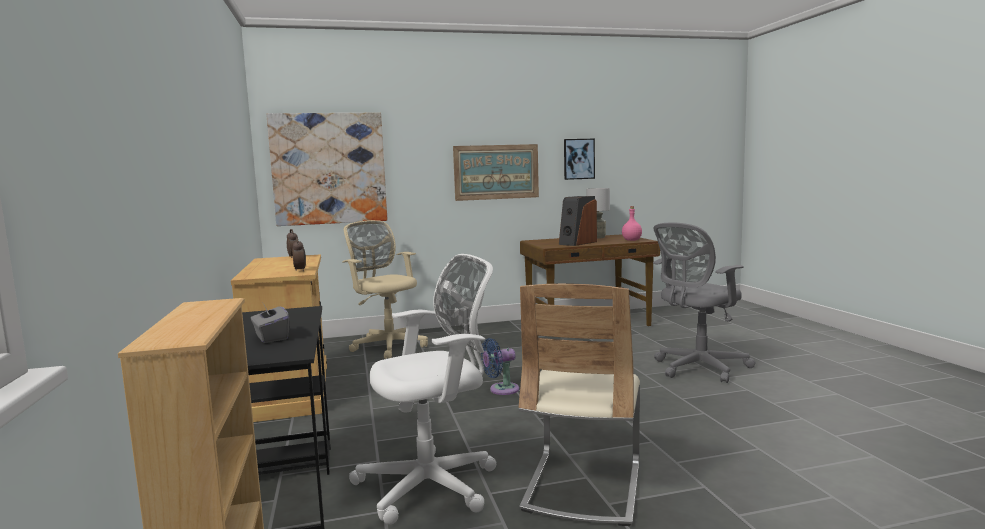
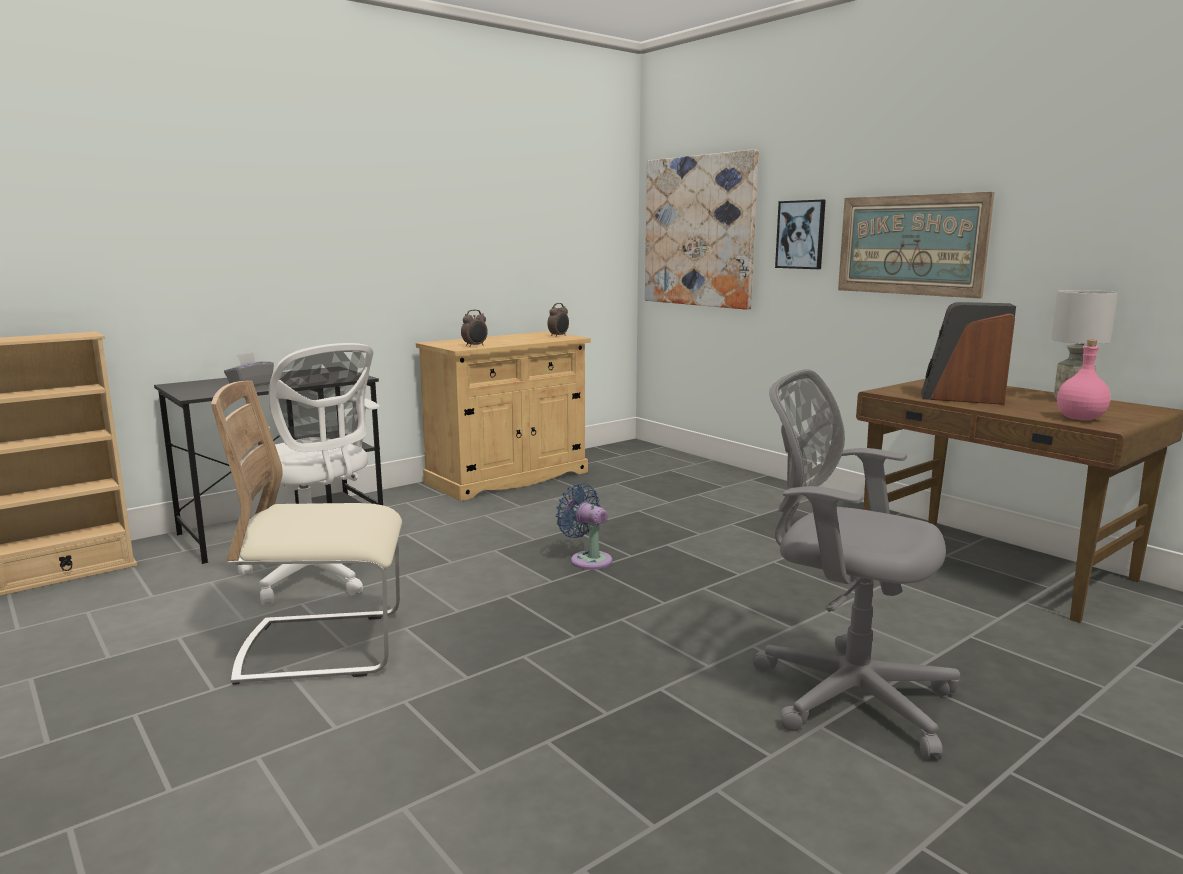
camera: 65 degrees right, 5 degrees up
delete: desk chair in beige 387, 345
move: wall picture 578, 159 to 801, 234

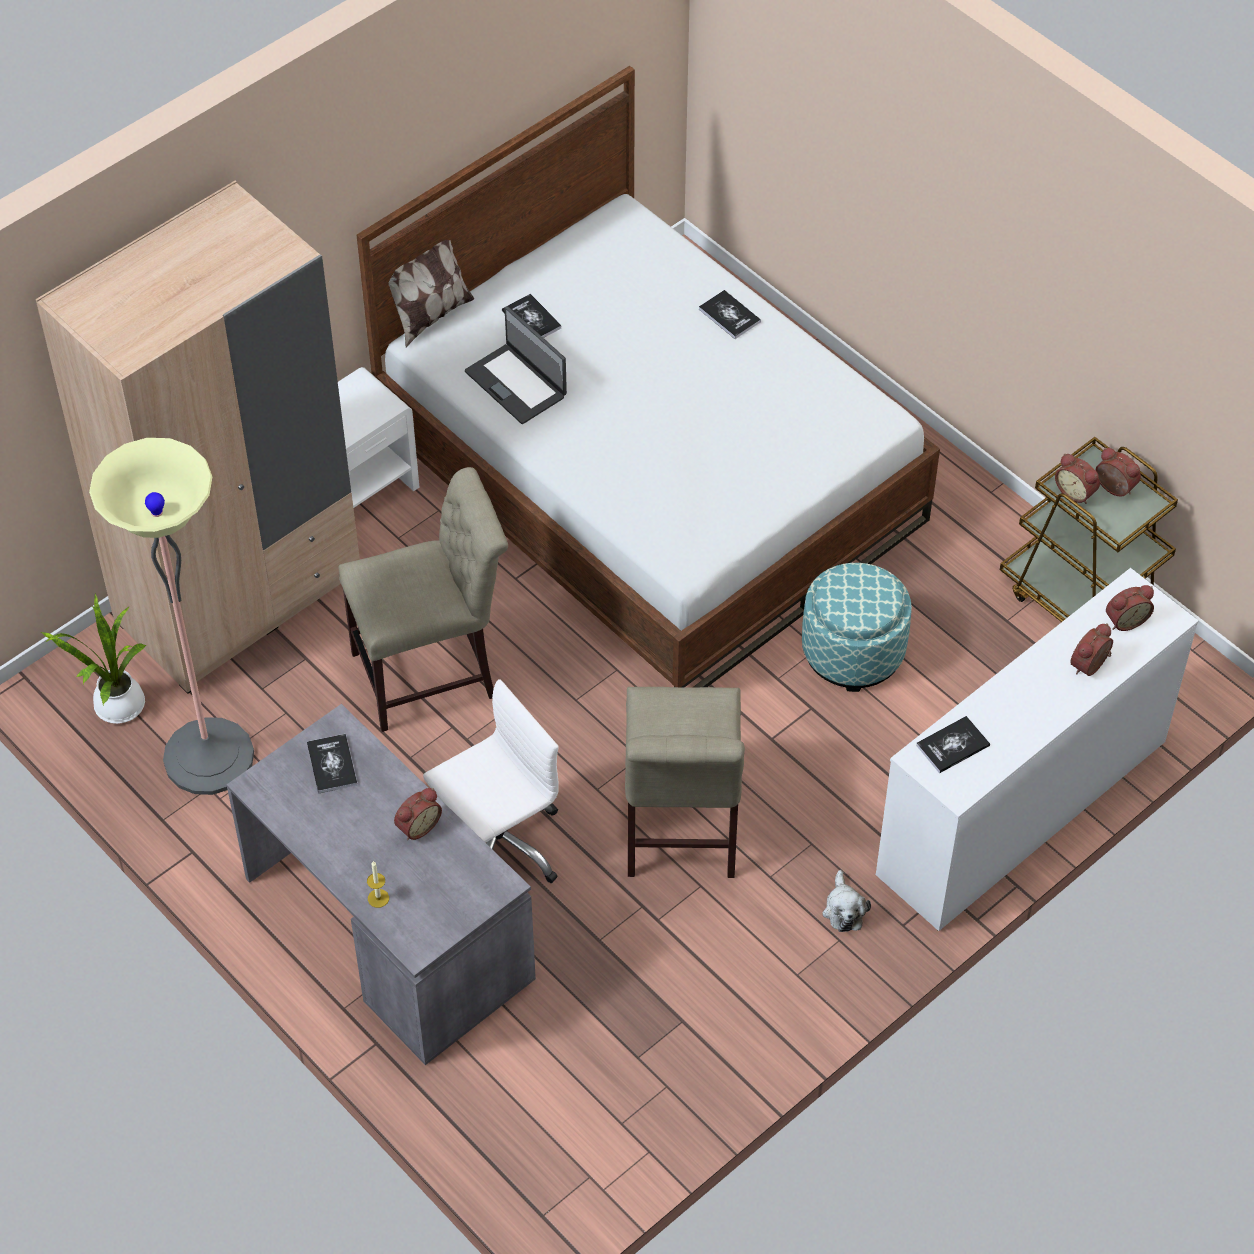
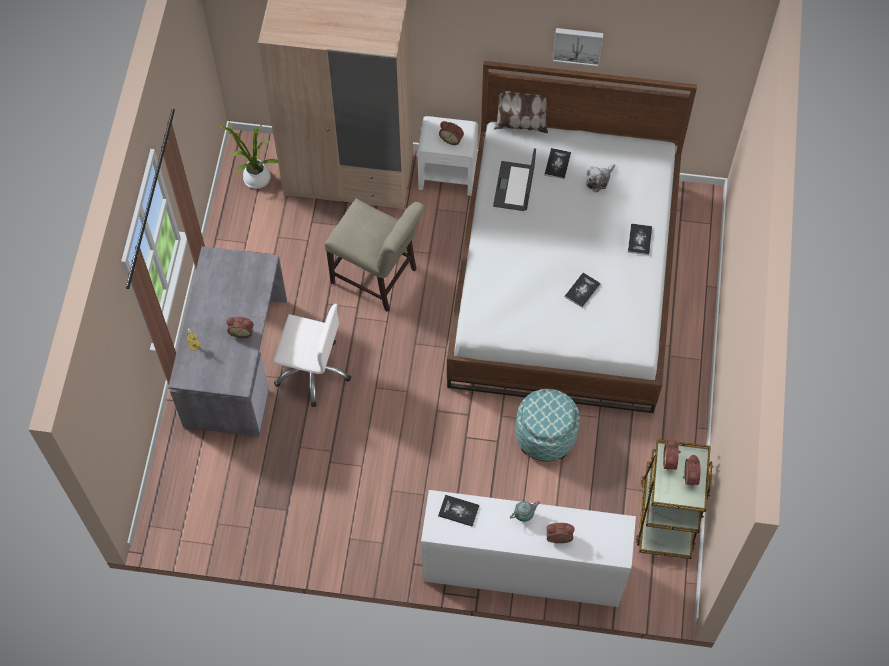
camera: 50 degrees right, 10 degrees up
delete: floor lamp 209, 757; plain chair in beige 679, 833
insert: wall picture 578, 45; teapot 524, 515
move: bedside clock 1125, 619 to 452, 138; bound book 332, 764 to 582, 290; plush toy 844, 909 to 599, 180

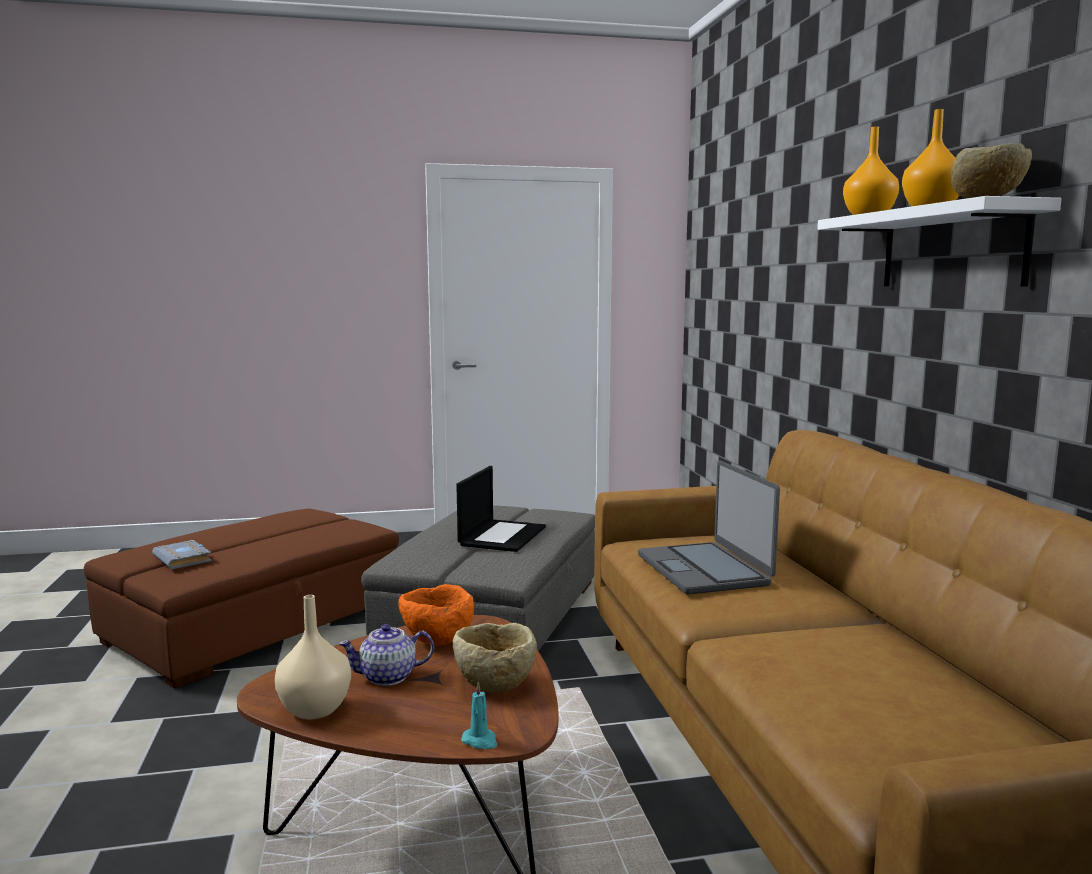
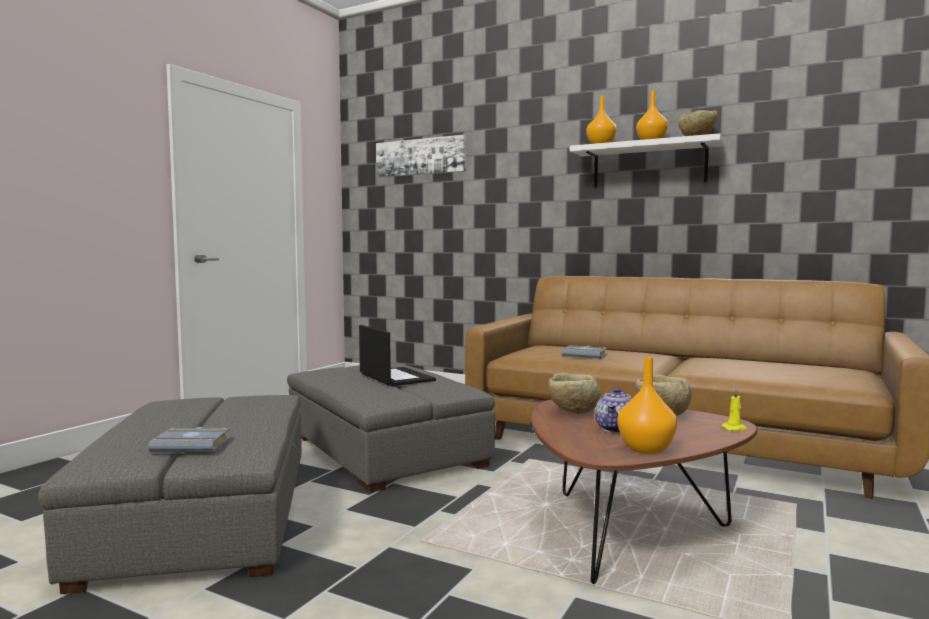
camera: 50 degrees left, 5 degrees down
insert: wall picture 420, 157
replace: portable computer 704, 570 to bound book in greyish 585, 355
recolor: pouffe in brown 255, 622 to pouffe in greyish 203, 516; deep dish in orange 436, 640 to deep dish in beige 573, 413; vase in beige 314, 710 to vase in orange 647, 449; candle in blue-green 480, 741 to candle in yellow 735, 429

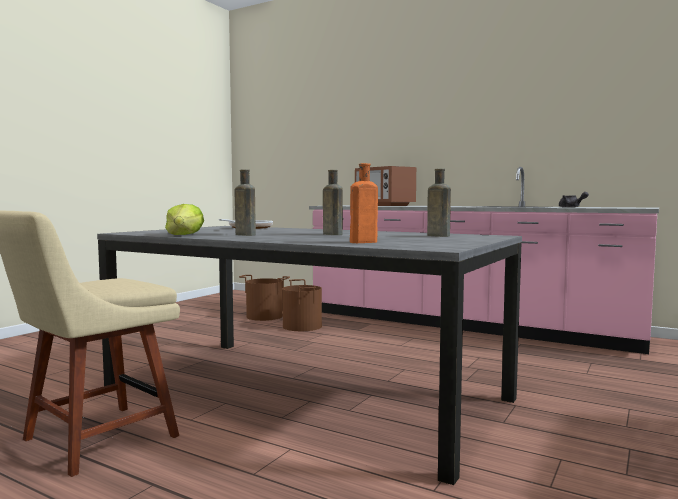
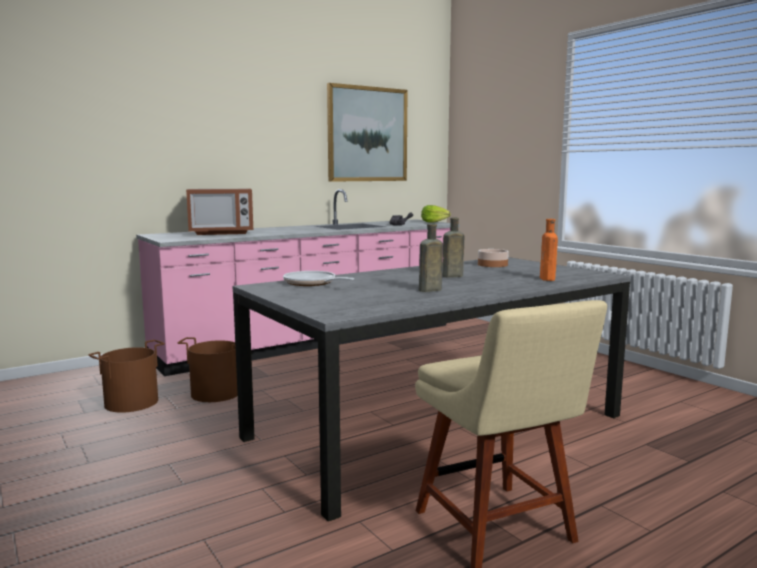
camera: 65 degrees left, 5 degrees up
insert: wall picture 367, 134
move: lettuce head 184, 235 to 434, 222
replace: beverage bottle in brown 436, 235 to deep dish 493, 265

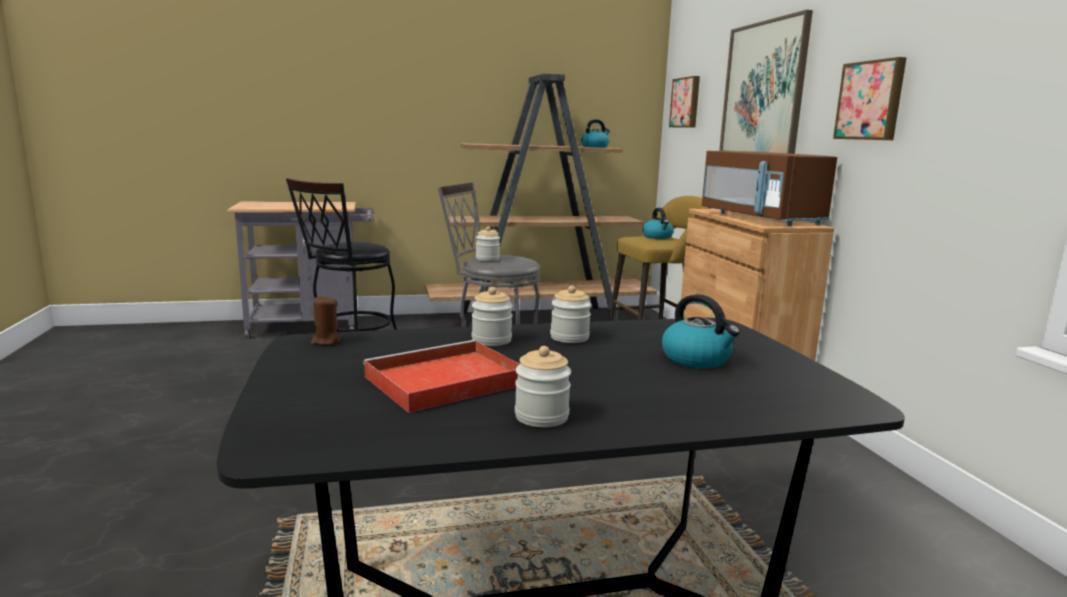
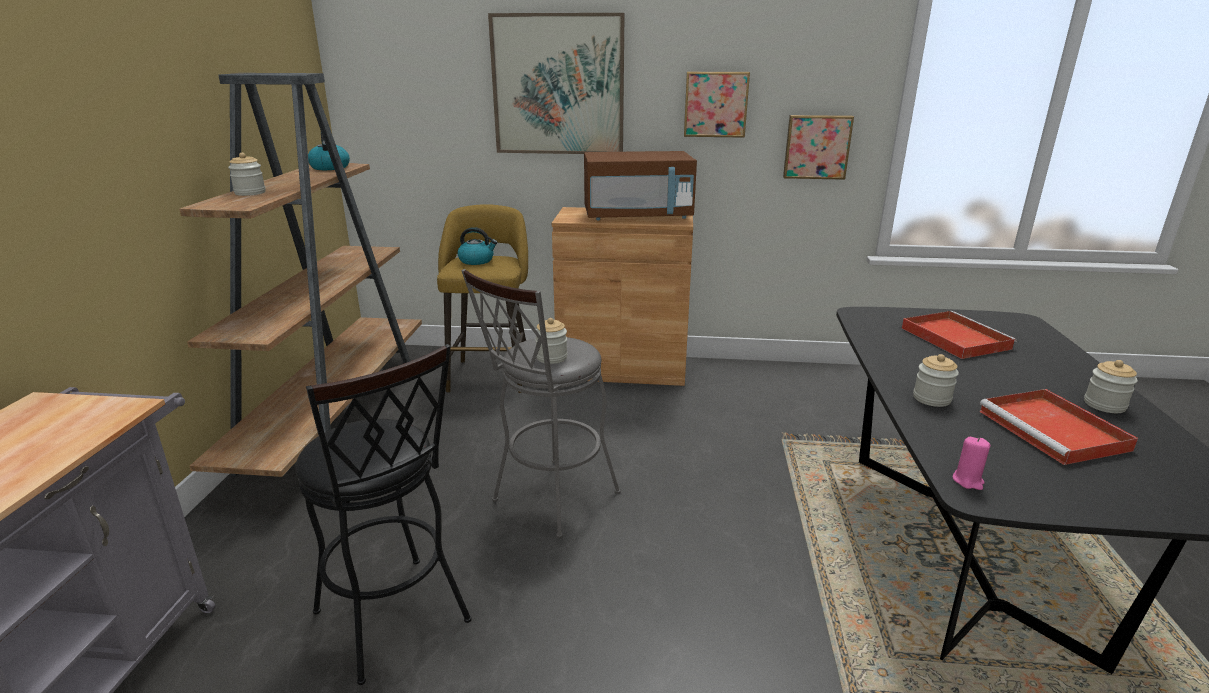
camera: 70 degrees left, 10 degrees up
move: wall picture 686, 102 to 816, 147; jar 569, 337 to 250, 193
replace: water kettle 697, 359 to serving tray in red 953, 337
recolor: candle in brown 326, 341 to candle in pinkish 968, 481

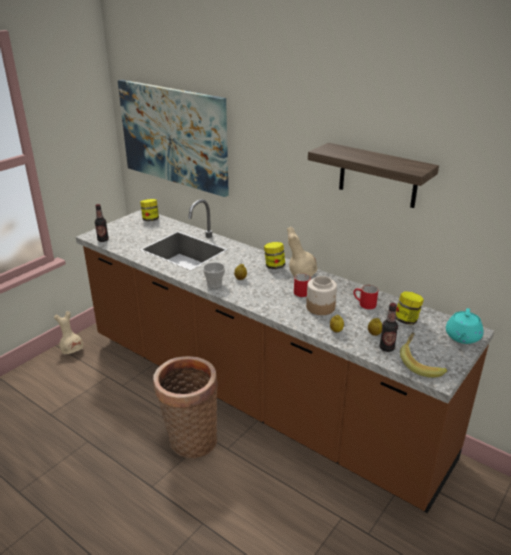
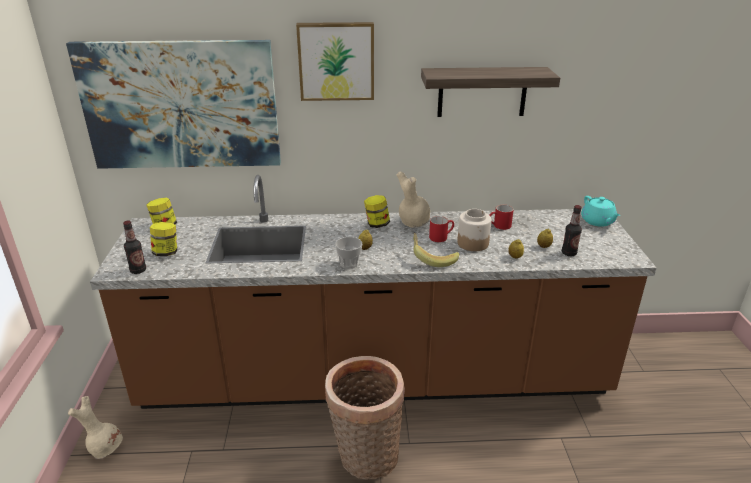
camera: 40 degrees left, 0 degrees up
insert: wall picture 336, 61
move: jar 406, 320 to 166, 252; whole banana 421, 364 to 433, 258

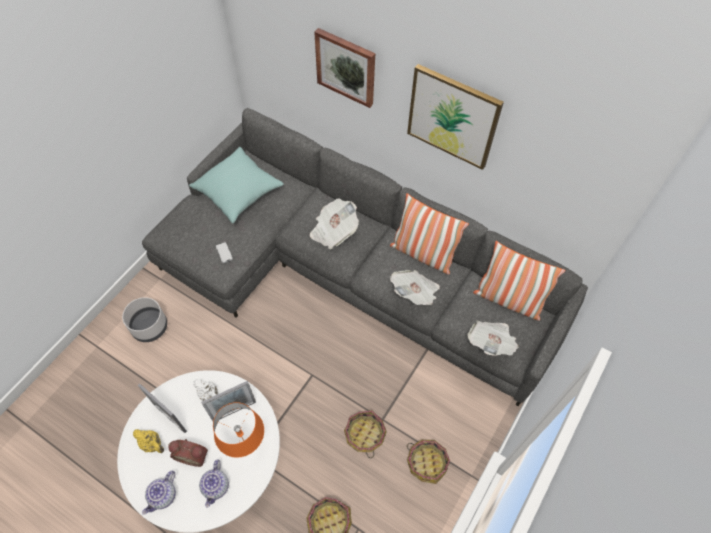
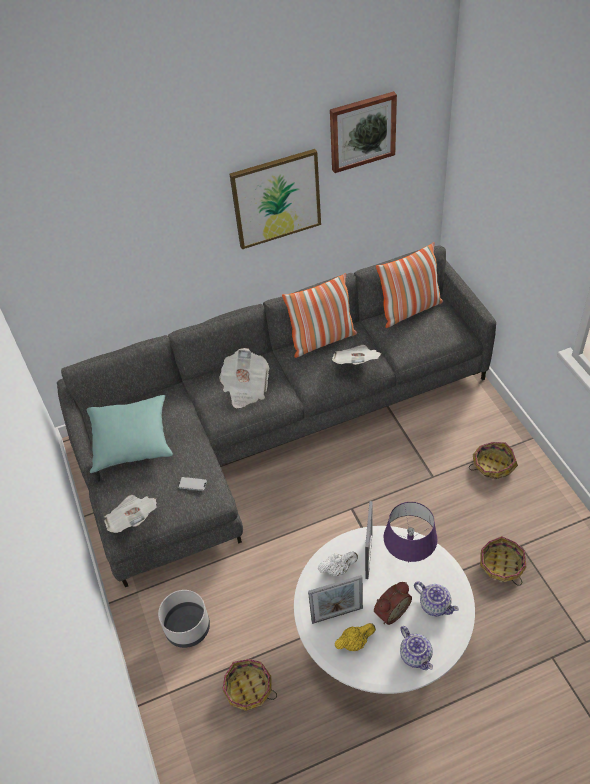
camera: 50 degrees left, 10 degrees down
move: wall picture 346, 67 to 362, 131; newspaper 491, 342 to 133, 520; household basket 364, 434 to 248, 689
recolor: tabletop lamp in orange 245, 443 to tabletop lamp in purple 408, 561

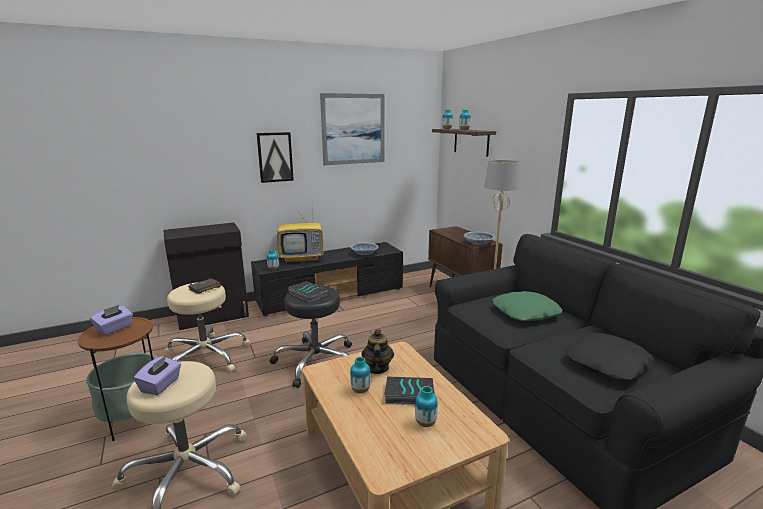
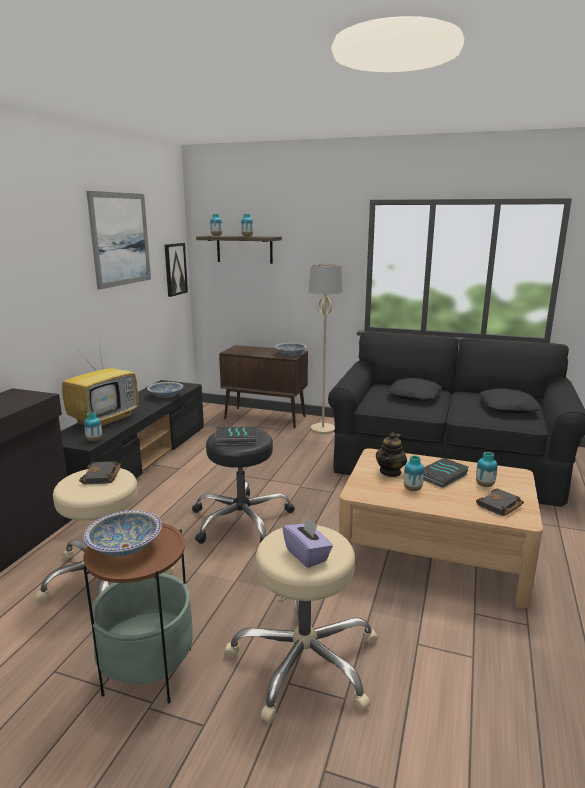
camera: 45 degrees left, 0 degrees up
insert: bound book in black 500, 506
move: wall picture 275, 157 to 175, 269
replace: tissue holder in purple 114, 328 to deep dish 125, 546
recolor: pillow in greenish 526, 312 to pillow in black 415, 396
rotate: teapot 377, 368 = 390, 472 105 degrees counterclockwise

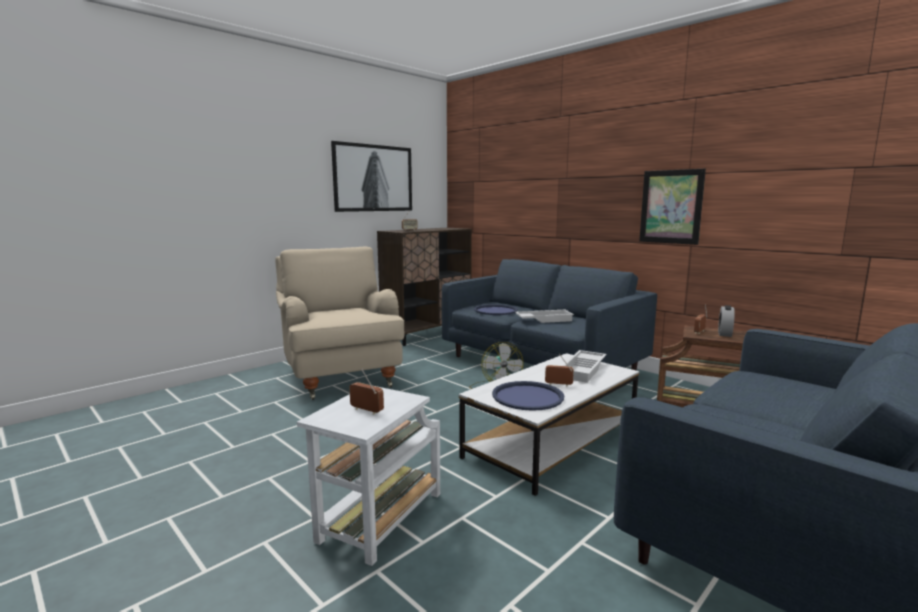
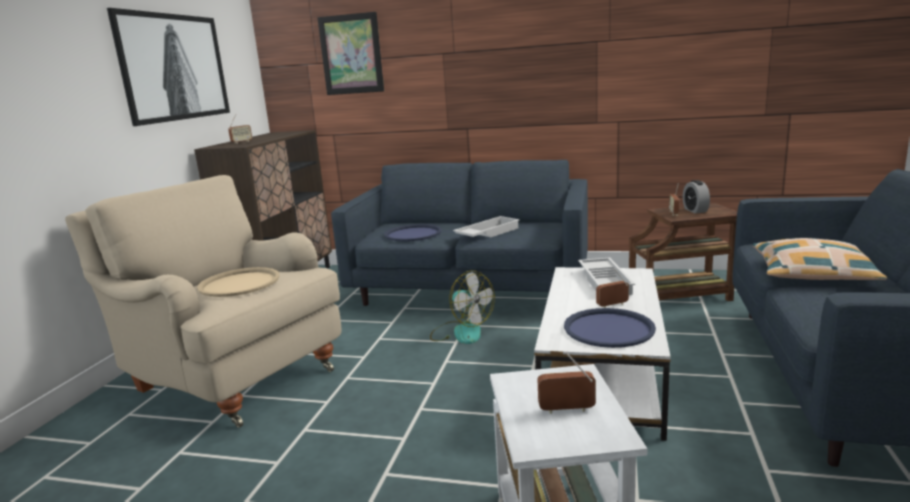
camera: 30 degrees left, 5 degrees up
insert: pillow 811, 273; serving tray in beige 239, 283
move: wall picture 671, 207 to 351, 54

